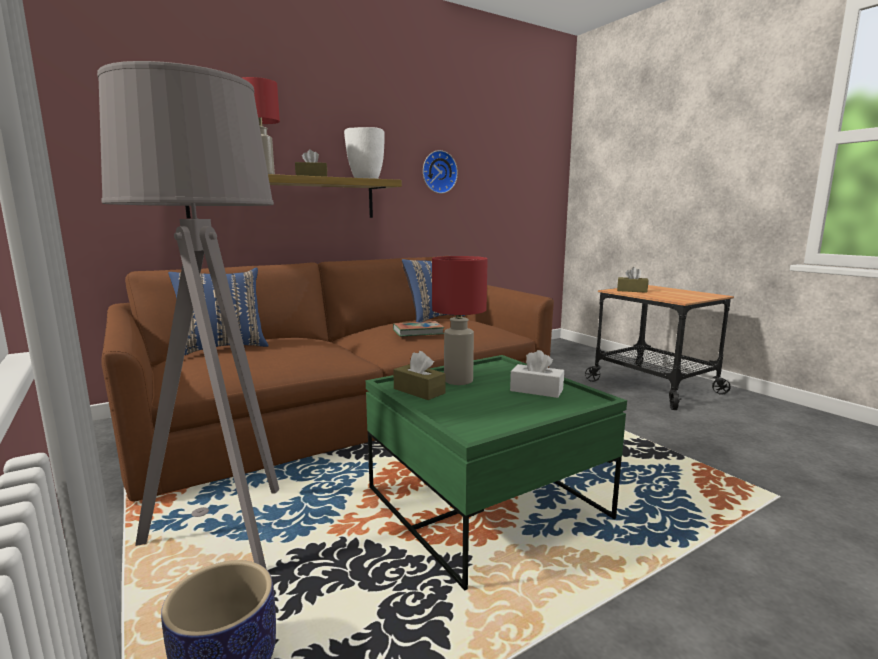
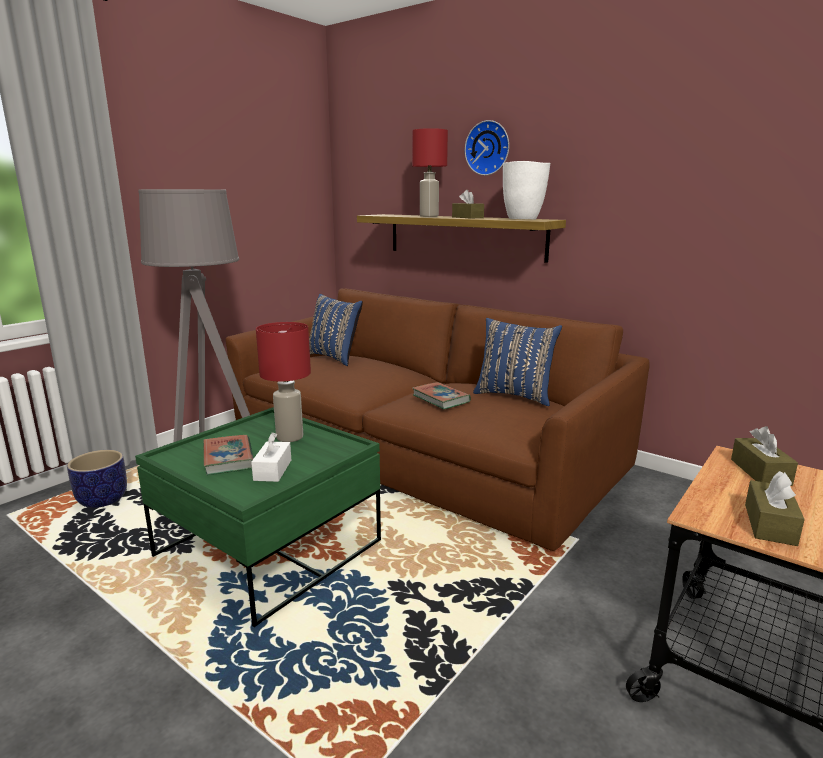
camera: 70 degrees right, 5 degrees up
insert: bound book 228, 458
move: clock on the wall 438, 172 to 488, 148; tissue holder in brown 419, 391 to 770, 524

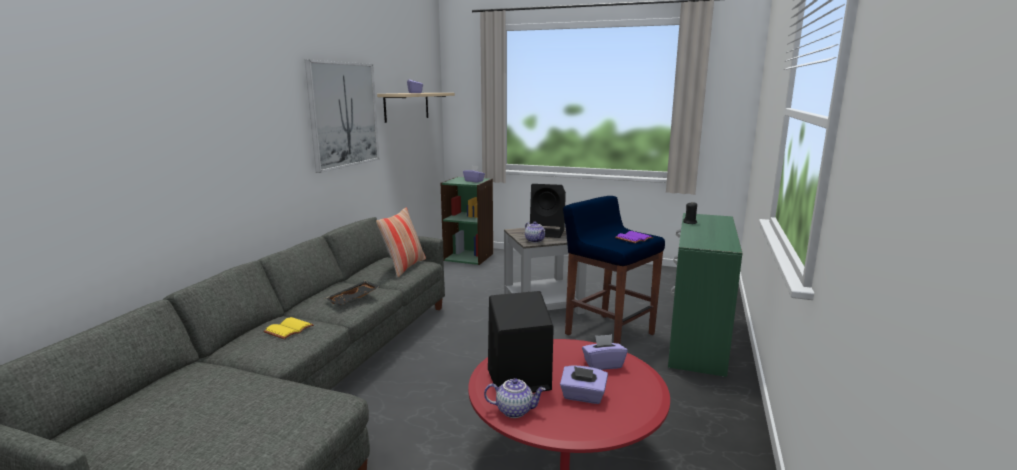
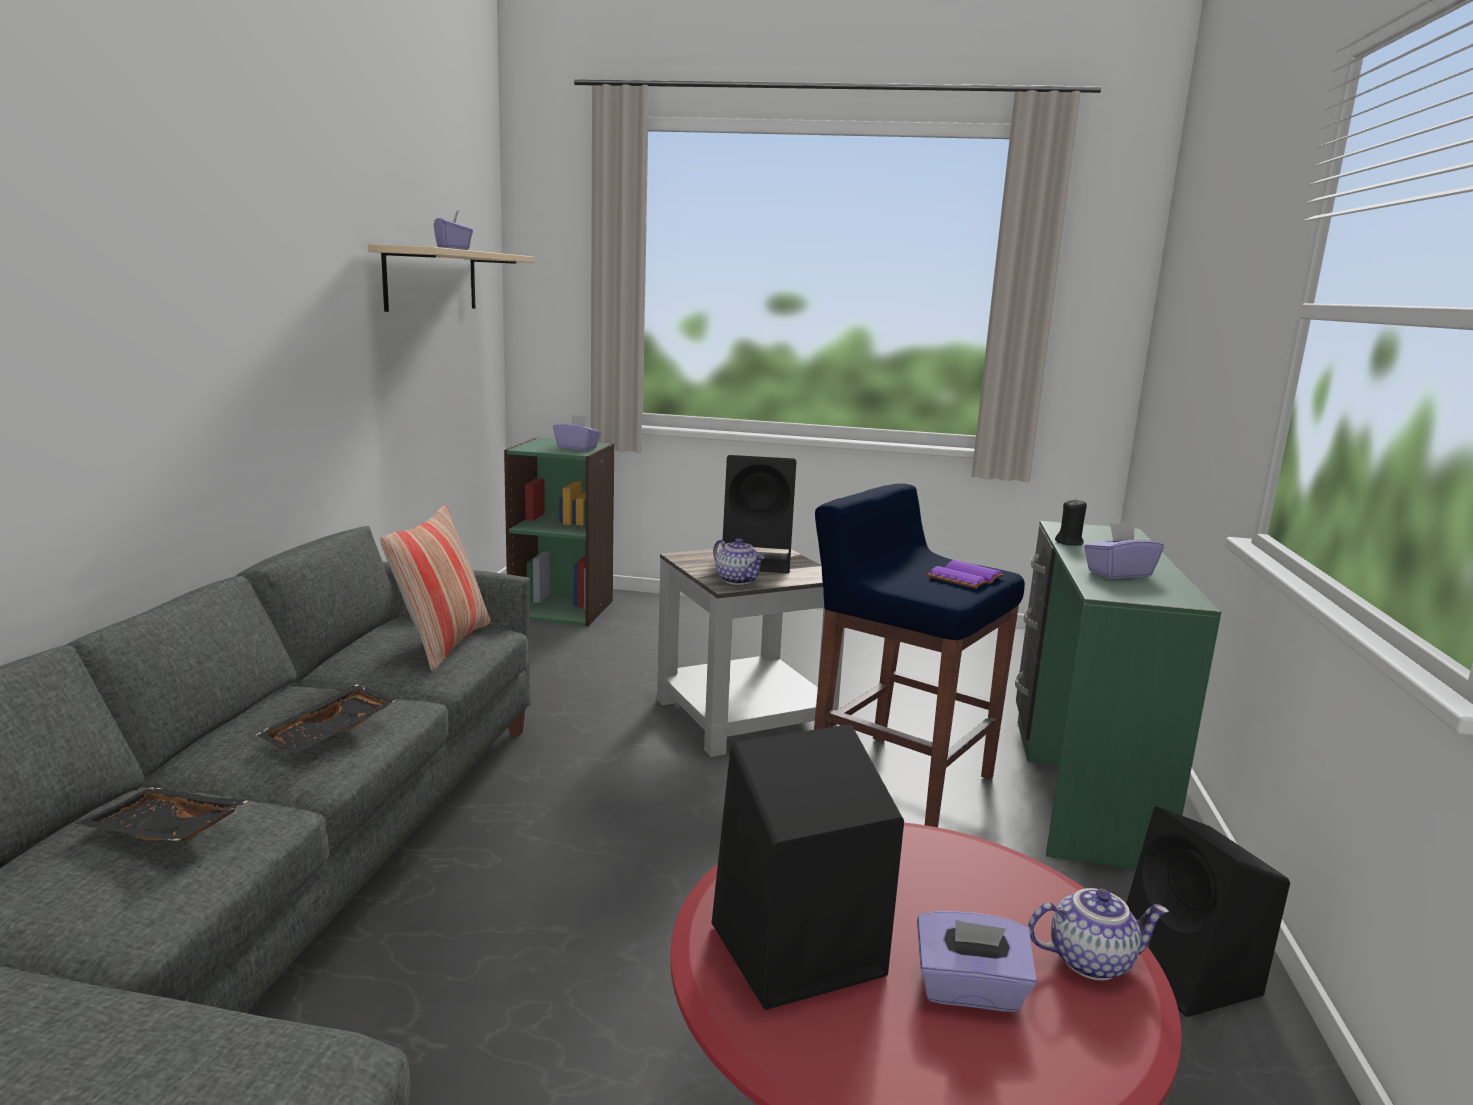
camera: 10 degrees left, 0 degrees up
delete: wall picture 344, 115
insert: audio speaker in black 1190, 974
move: tissue holder in purple 603, 364 to 1118, 573; teapot 515, 410 to 1090, 960
replace: bound book in yellow 289, 330 to serving tray in black 162, 833

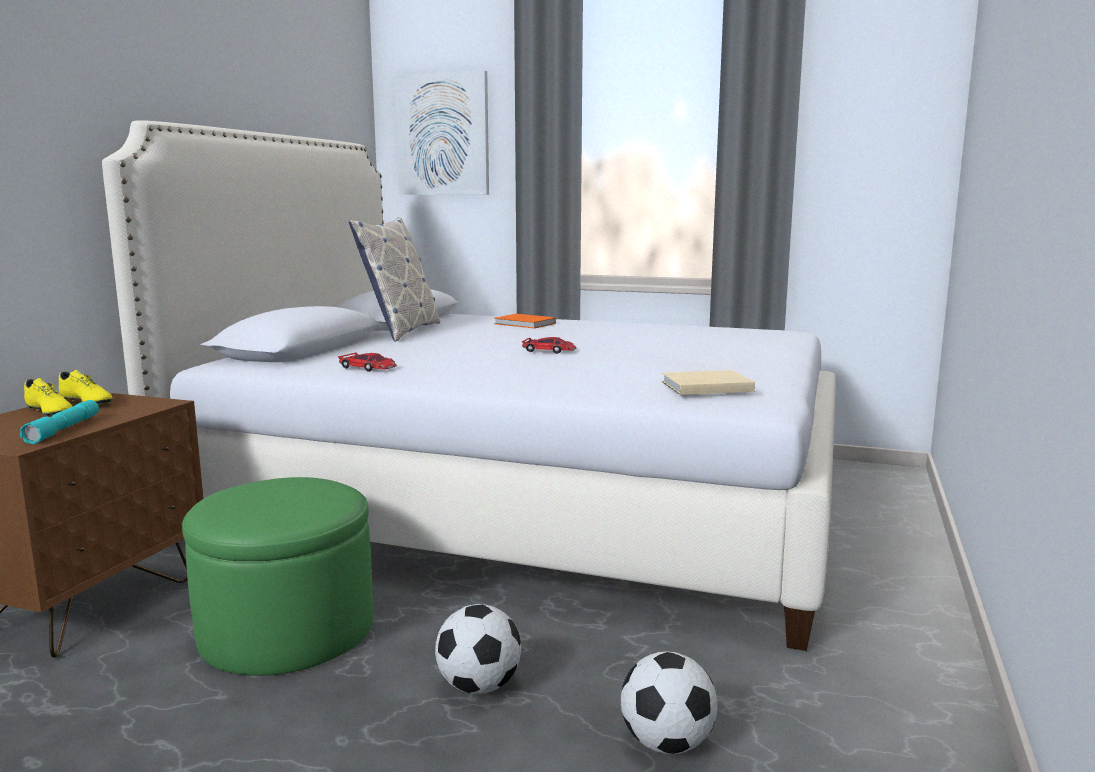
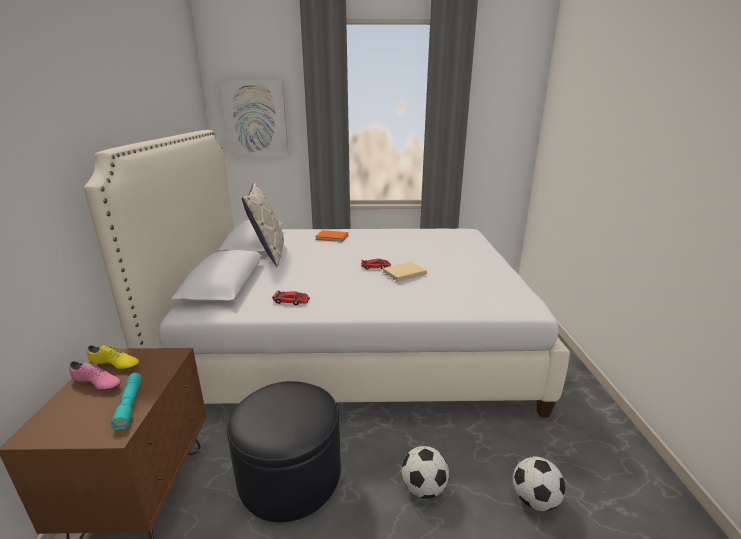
camera: 20 degrees left, 10 degrees up
move: bound book in beige 704, 386 to 403, 273
recolor: item of footwear in yellow 49, 412 to item of footwear in pinkish 97, 384; pouffe in greenish 286, 629 to pouffe in black 289, 475

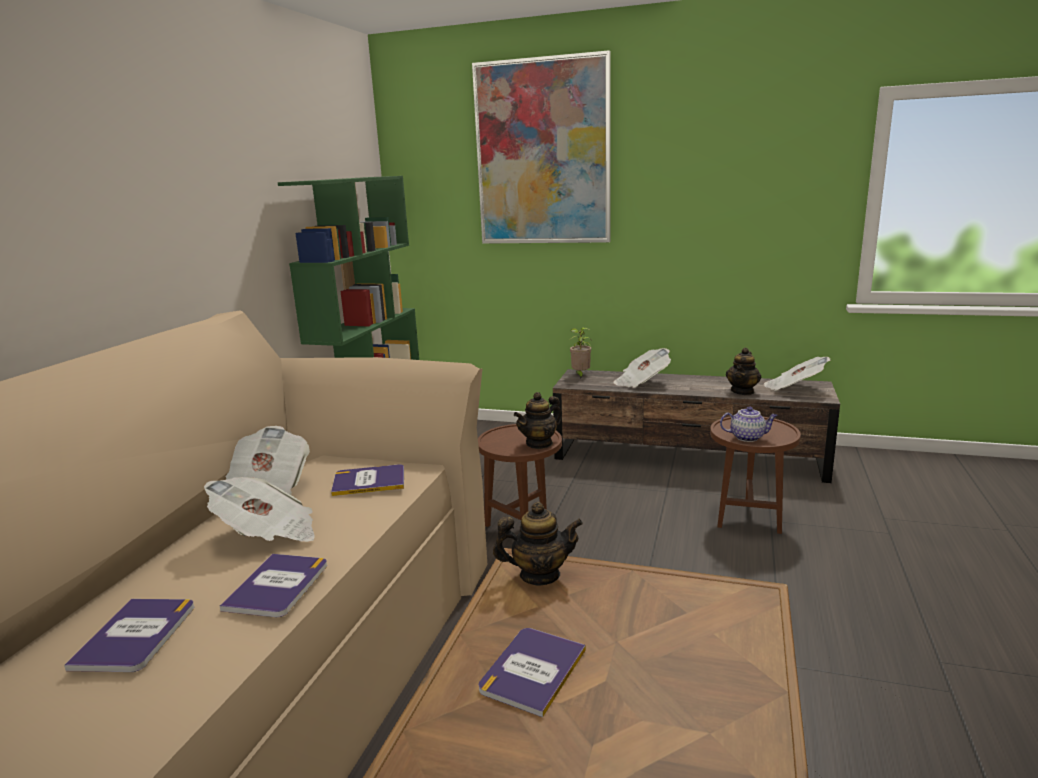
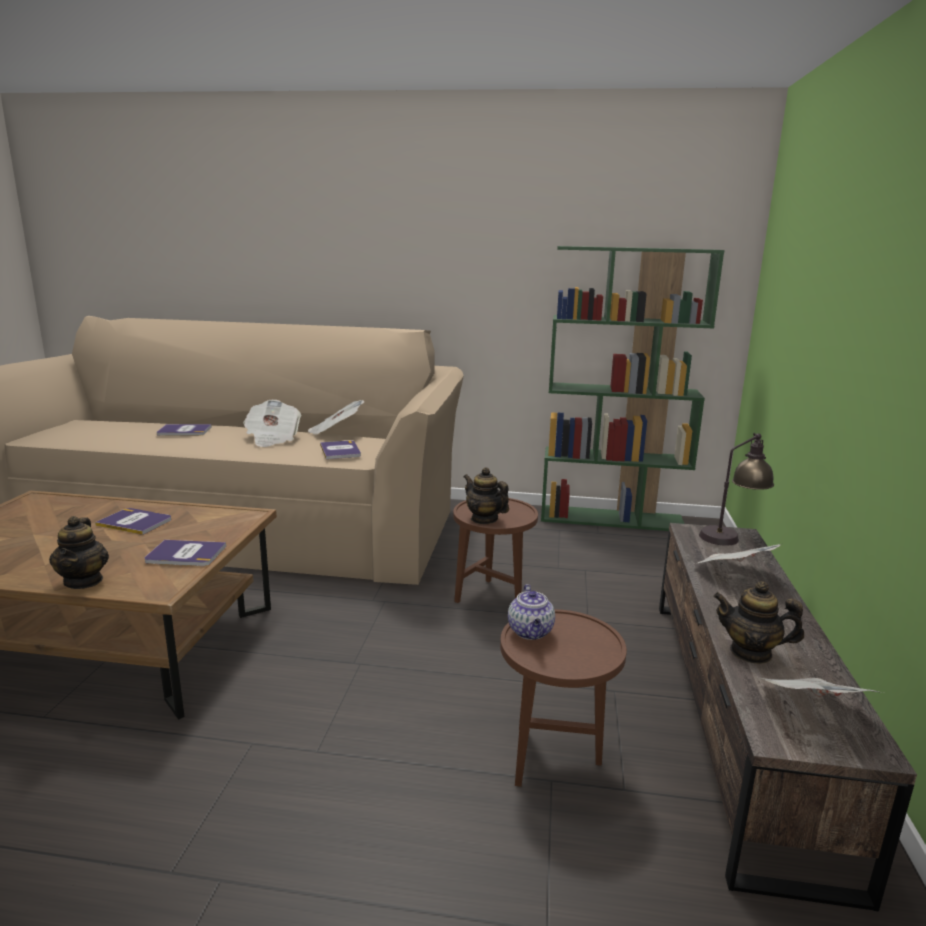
camera: 80 degrees right, 0 degrees up
delete: wall picture 542, 153
move: teapot 539, 575 to 84, 581; bound book 278, 586 to 185, 554
replace: plant in a pot 580, 375 to tabletop lamp 731, 536

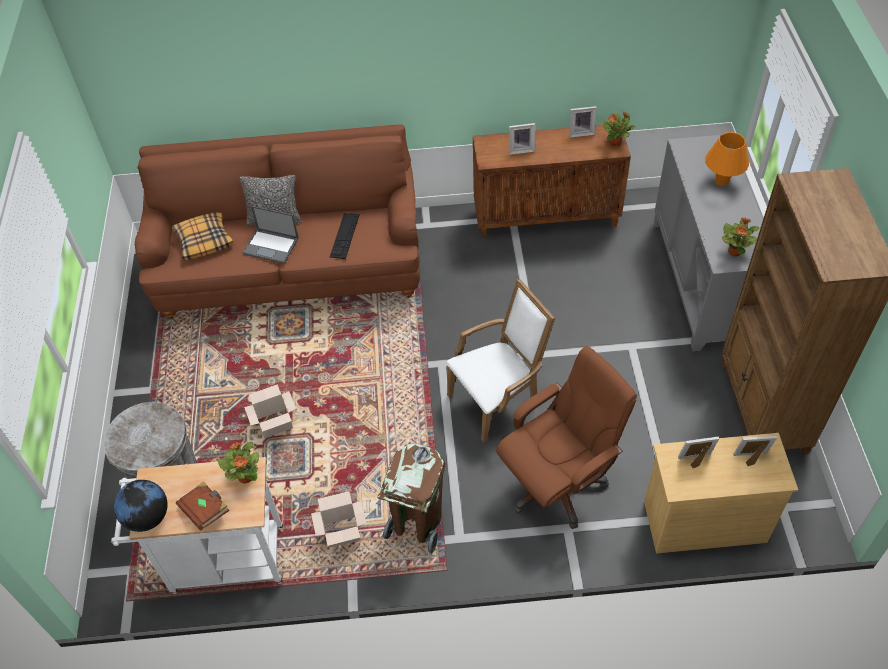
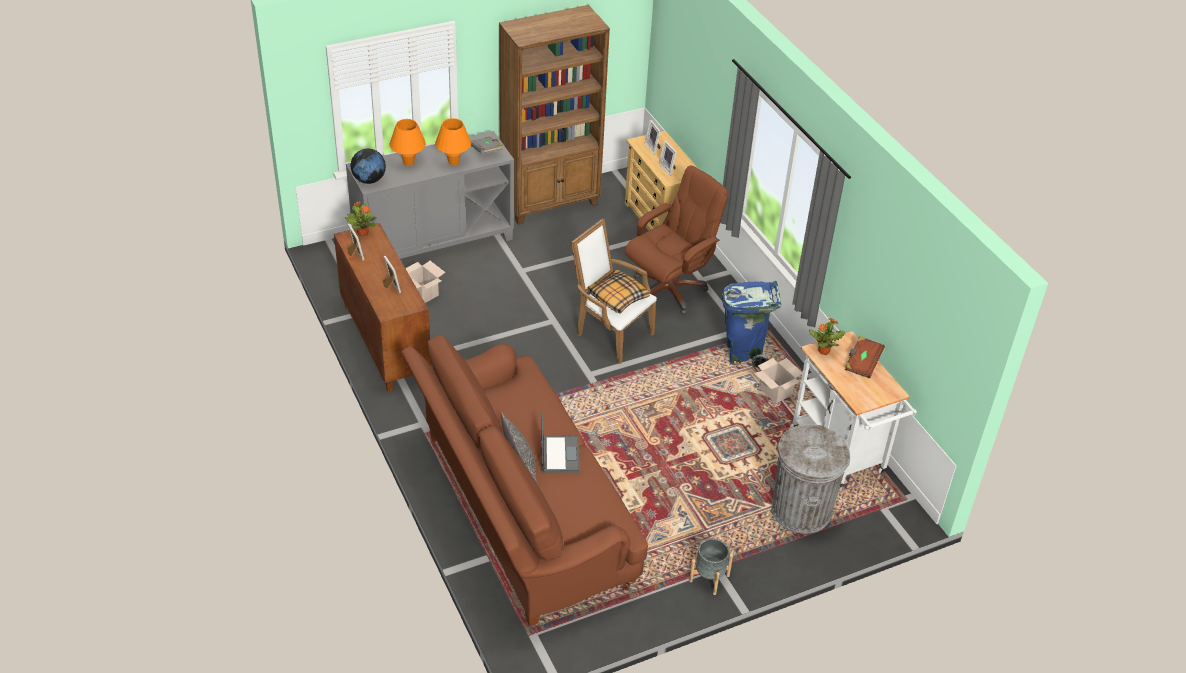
camera: 115 degrees left, 10 degrees down
delete: keyboard 344, 235
insert: tabletop lamp in orange 453, 162; plant pot in greyish 709, 578
move: pillow 204, 240 to 617, 297; carton 275, 423 to 422, 293; world globe 147, 517 to 369, 180
replace: plant in a pot 734, 251 to bound book in greyish 486, 151
recolor: rubbish bin in brown 417, 524 to rubbish bin in bluish 743, 353
rotate: desk chair in brown 557, 484 = 669, 290 105 degrees clockwise

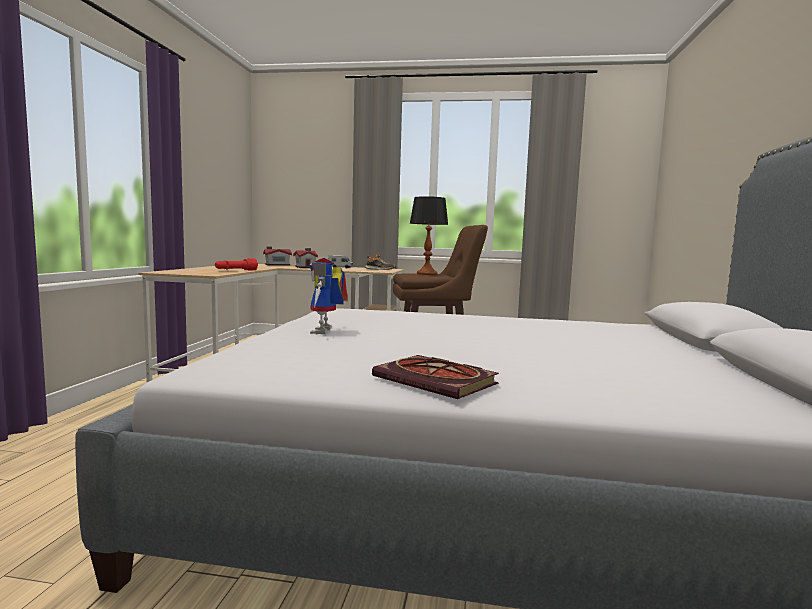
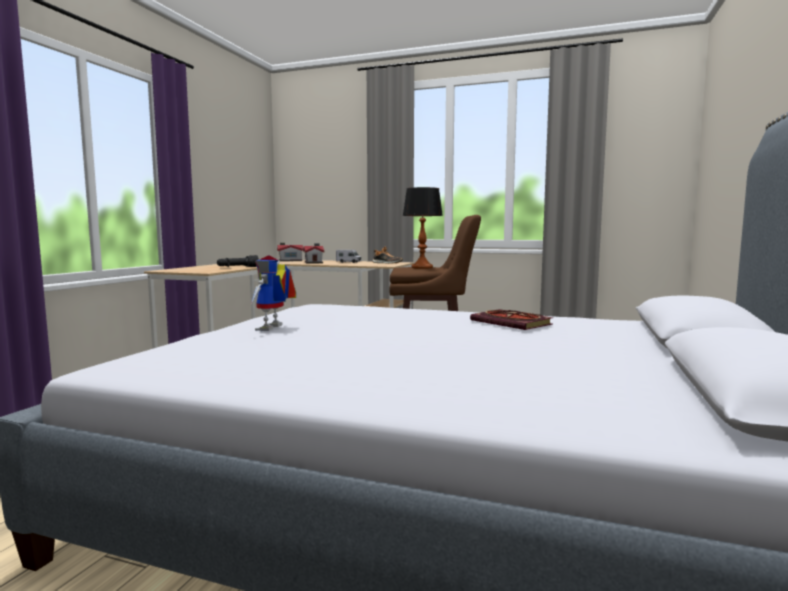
camera: 10 degrees right, 0 degrees up
move: bound book 438, 381 to 513, 323
recolor: torch in red 236, 270 to torch in black 238, 267

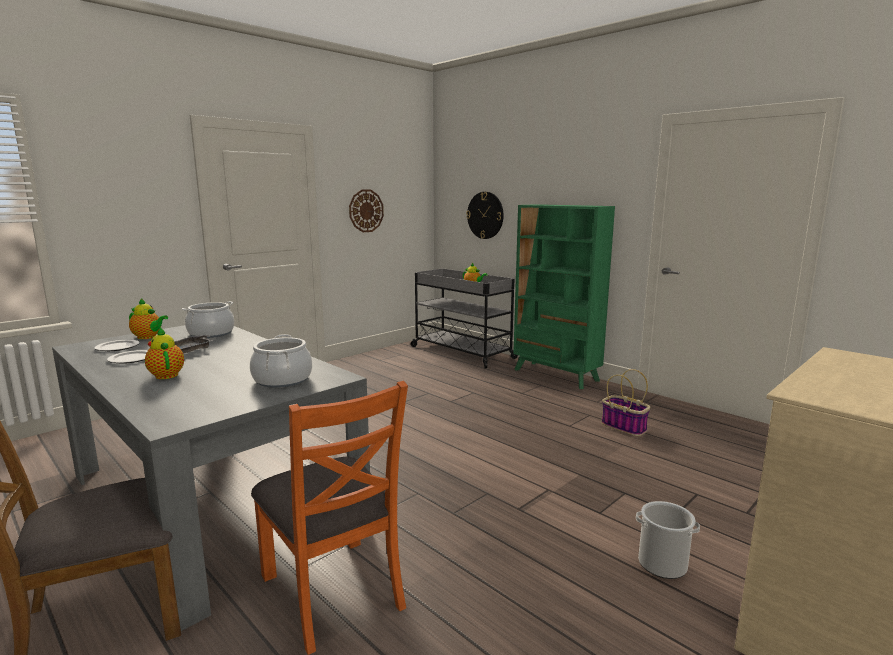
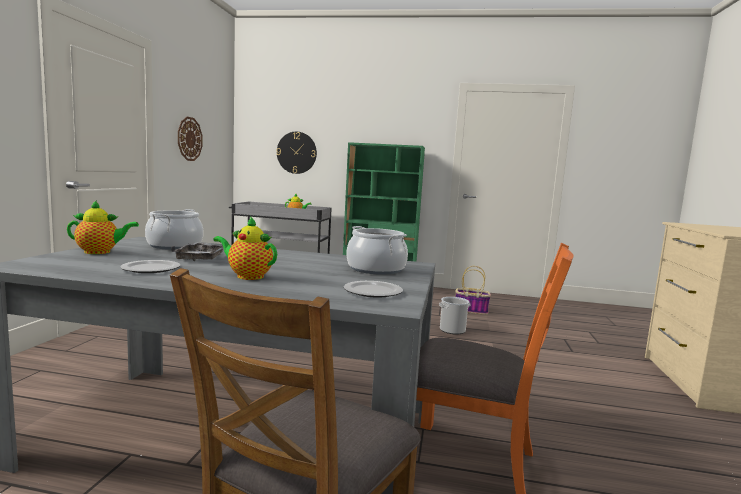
camera: 35 degrees left, 5 degrees down
move: flat dish 117, 347 to 372, 291; bucket 662, 564 to 452, 330

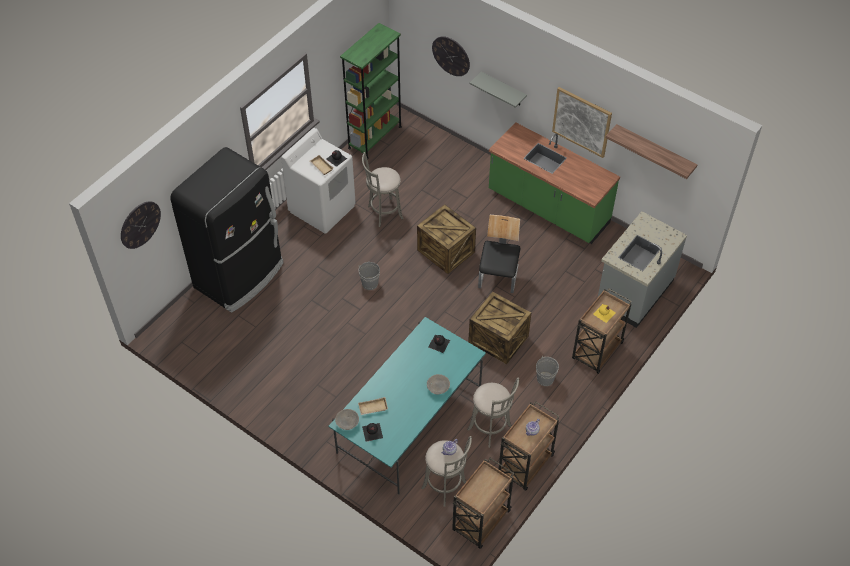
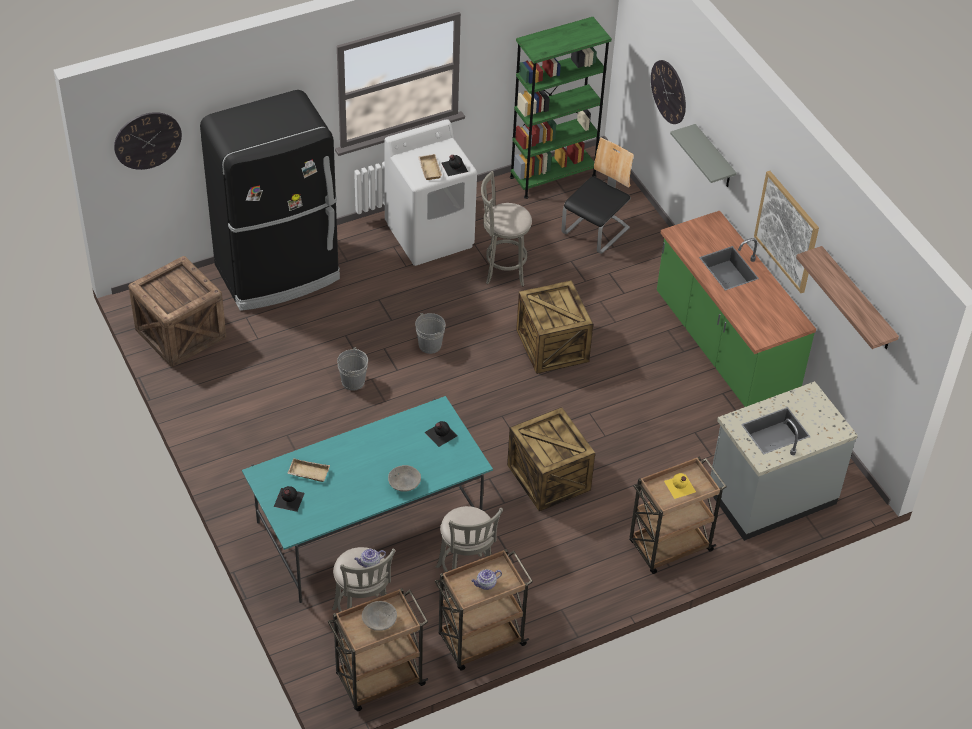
camera: 25 degrees right, 5 degrees down
insert: packing crate 180, 335
move: plain chair 498, 277 to 596, 231; bucket in greyish 545, 379 to 353, 382; deep dish in greyish 347, 422 to 379, 621

